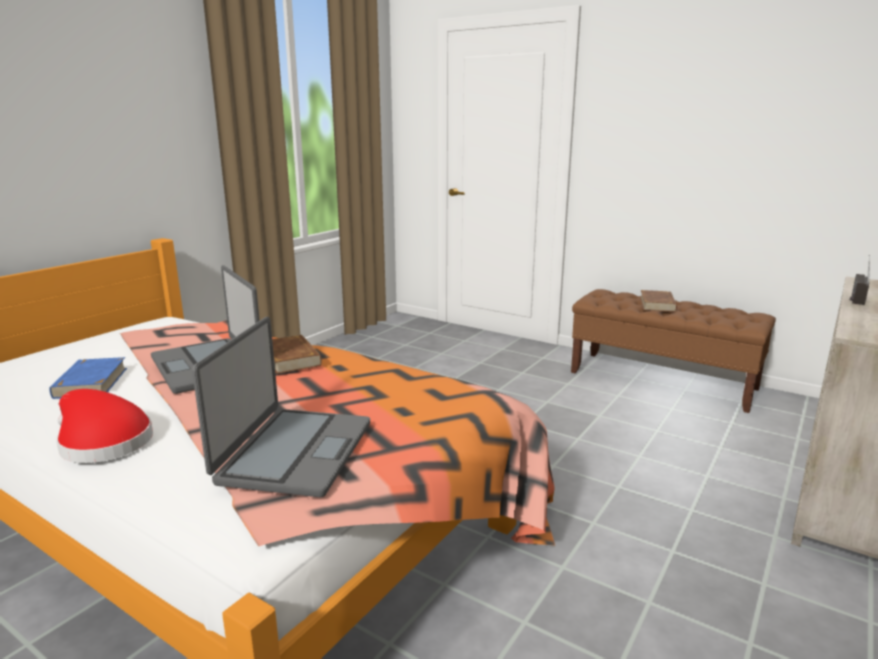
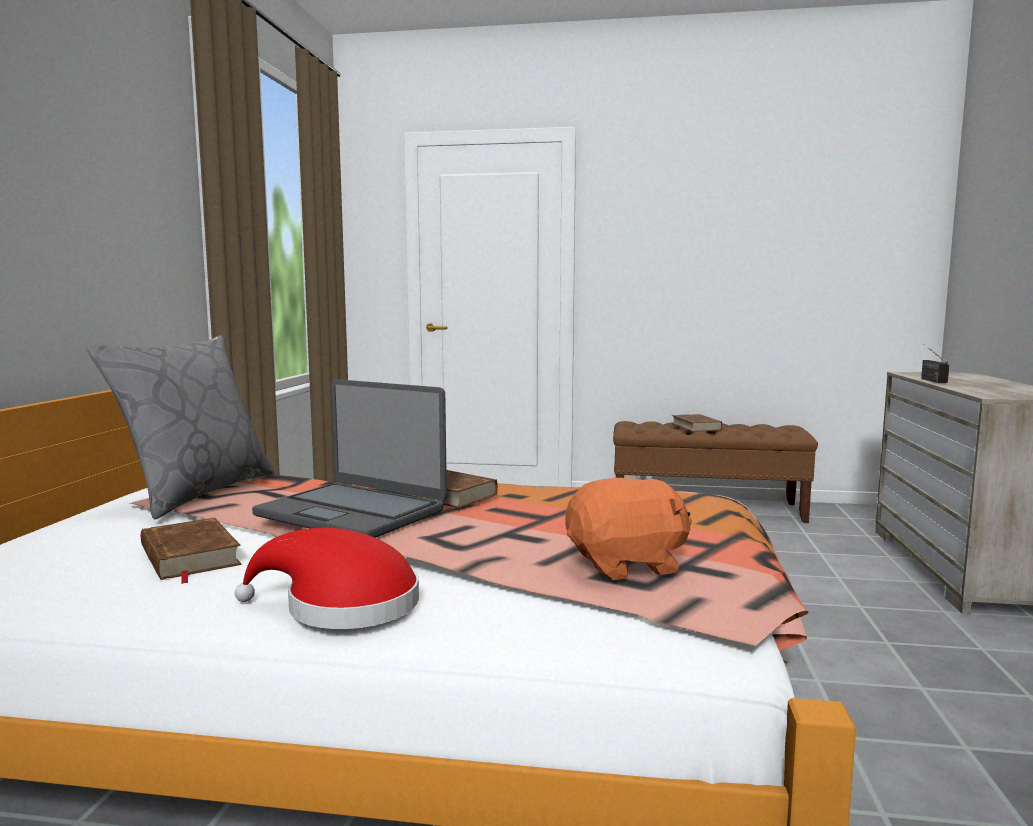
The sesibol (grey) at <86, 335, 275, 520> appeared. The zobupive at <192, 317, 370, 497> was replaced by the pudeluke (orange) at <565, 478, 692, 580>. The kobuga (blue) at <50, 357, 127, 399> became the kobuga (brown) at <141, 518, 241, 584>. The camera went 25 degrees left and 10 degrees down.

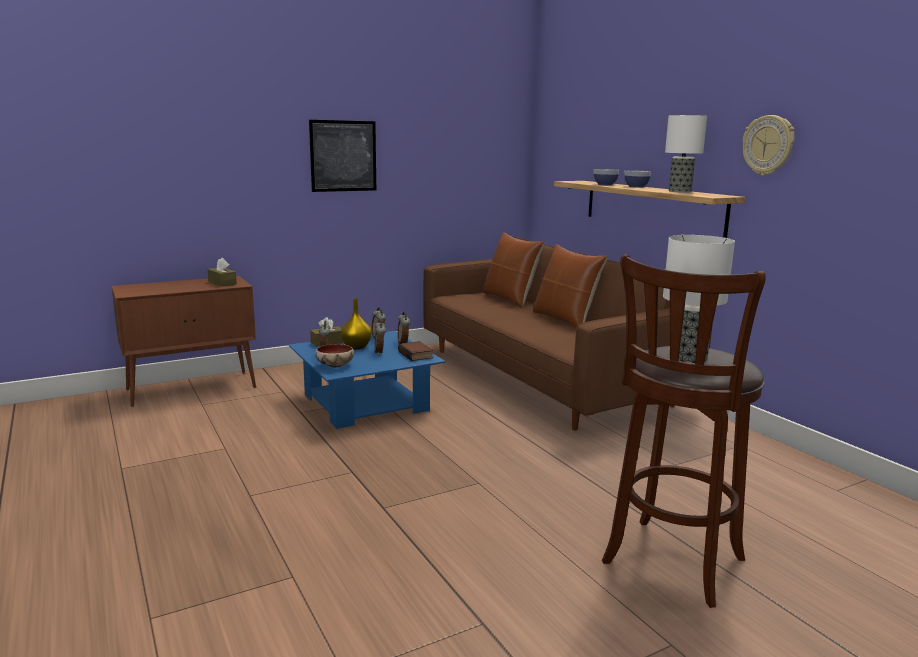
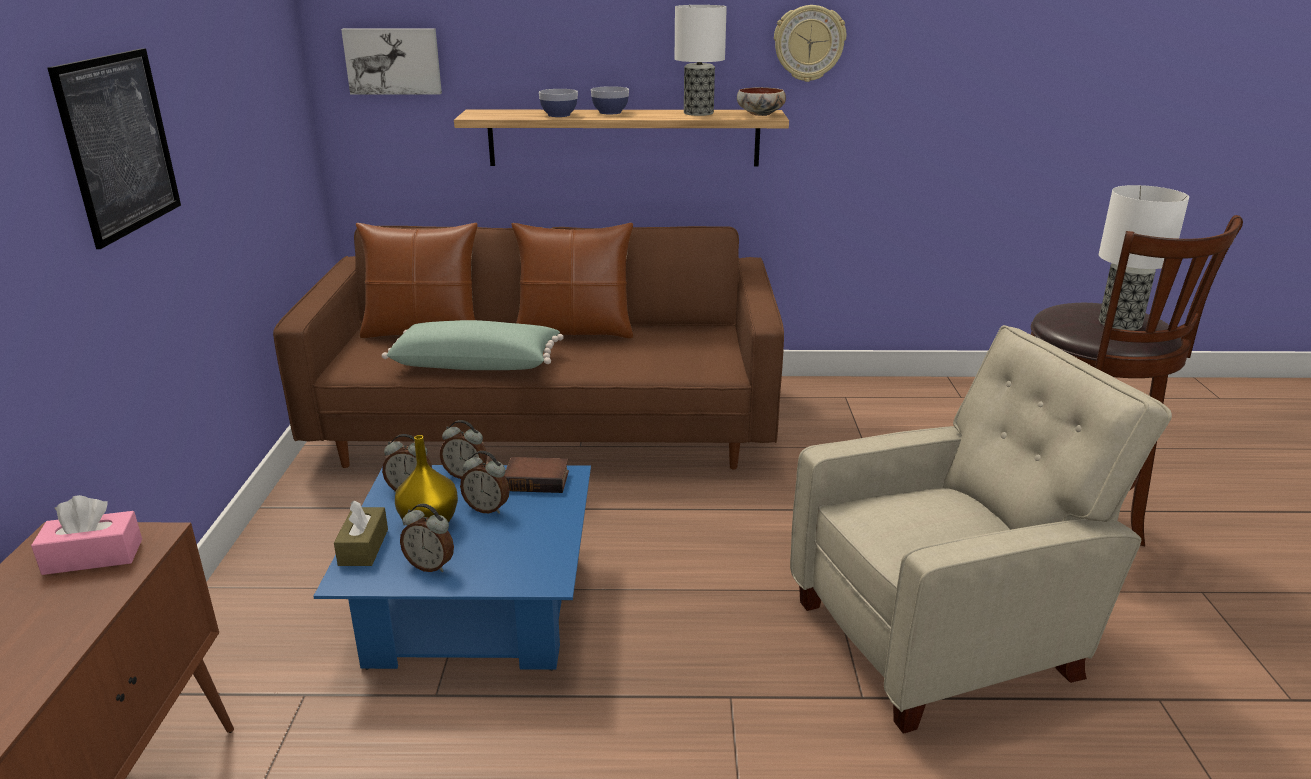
The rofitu at <341, 28, 442, 95> appeared. The sesibol (green) at <382, 320, 564, 370> appeared. The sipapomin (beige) at <790, 325, 1172, 734> appeared. The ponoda moved from <315, 344, 354, 368> to <737, 87, 786, 116>. The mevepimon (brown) at <207, 258, 237, 287> became the mevepimon (pink) at <31, 495, 142, 575>. The camera went 60 degrees left and 10 degrees up.

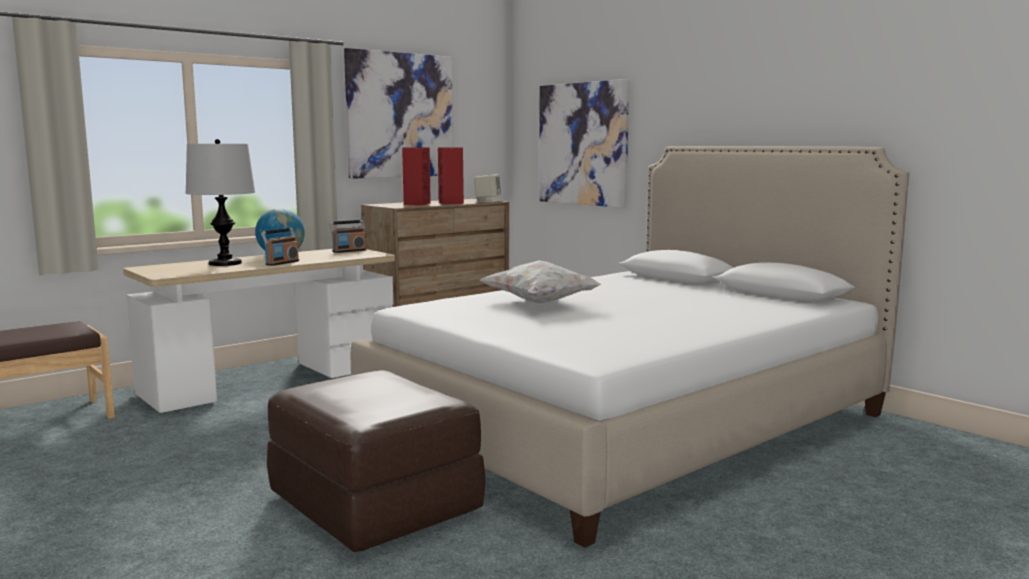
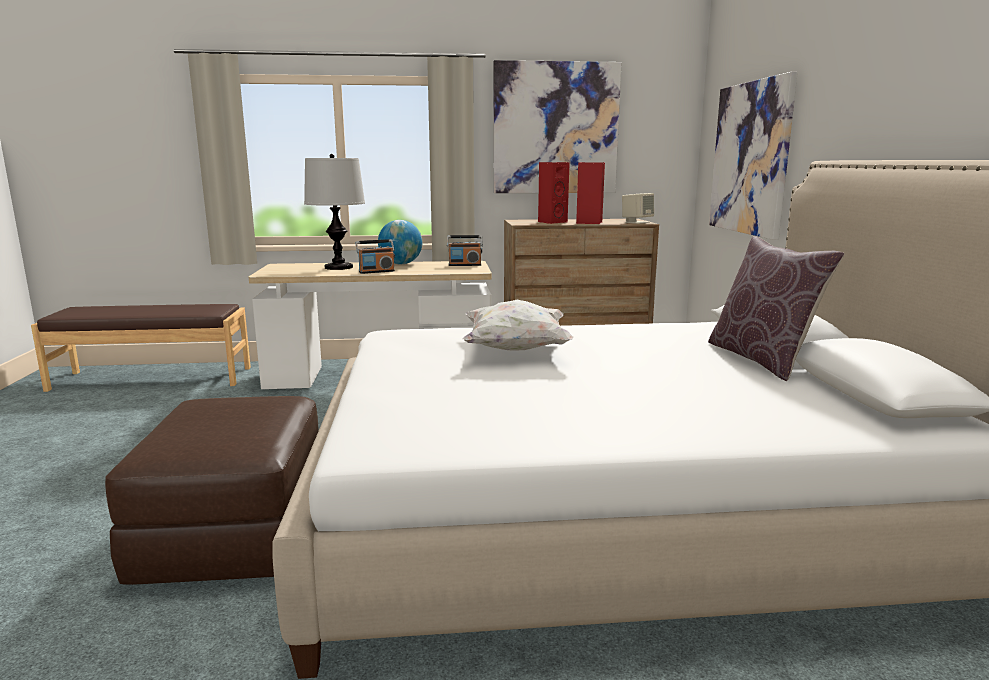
The sesibol (brown) at <708, 236, 845, 381> appeared. The camera went 35 degrees right and 5 degrees up.

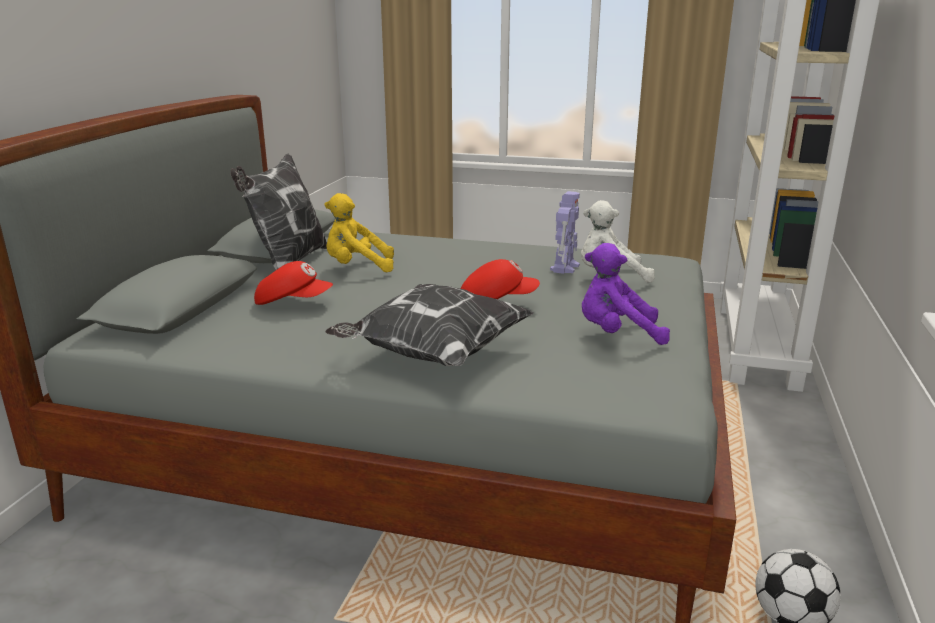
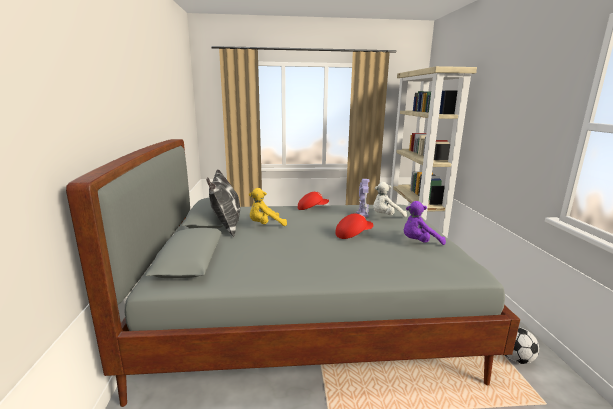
The sesibol at <325, 284, 534, 366> disappeared. The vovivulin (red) moved from <254, 261, 333, 305> to <298, 192, 329, 210>. The camera went 20 degrees left and 5 degrees down.

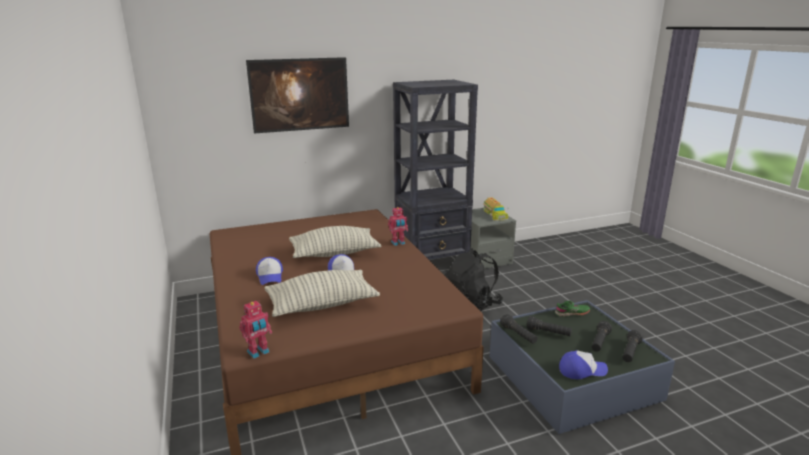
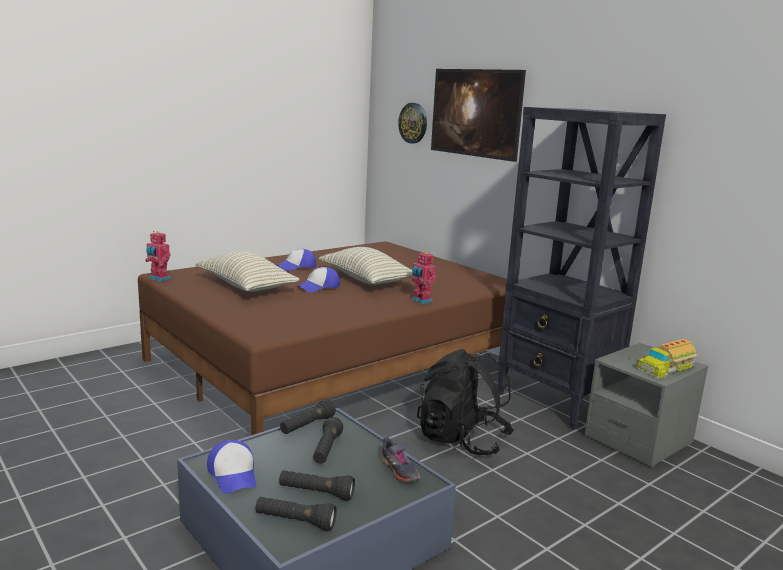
The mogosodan at <398, 103, 427, 144> appeared. The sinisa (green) at <555, 301, 590, 317> became the sinisa (grey) at <381, 437, 420, 482>. The camera went 70 degrees right and 5 degrees down.

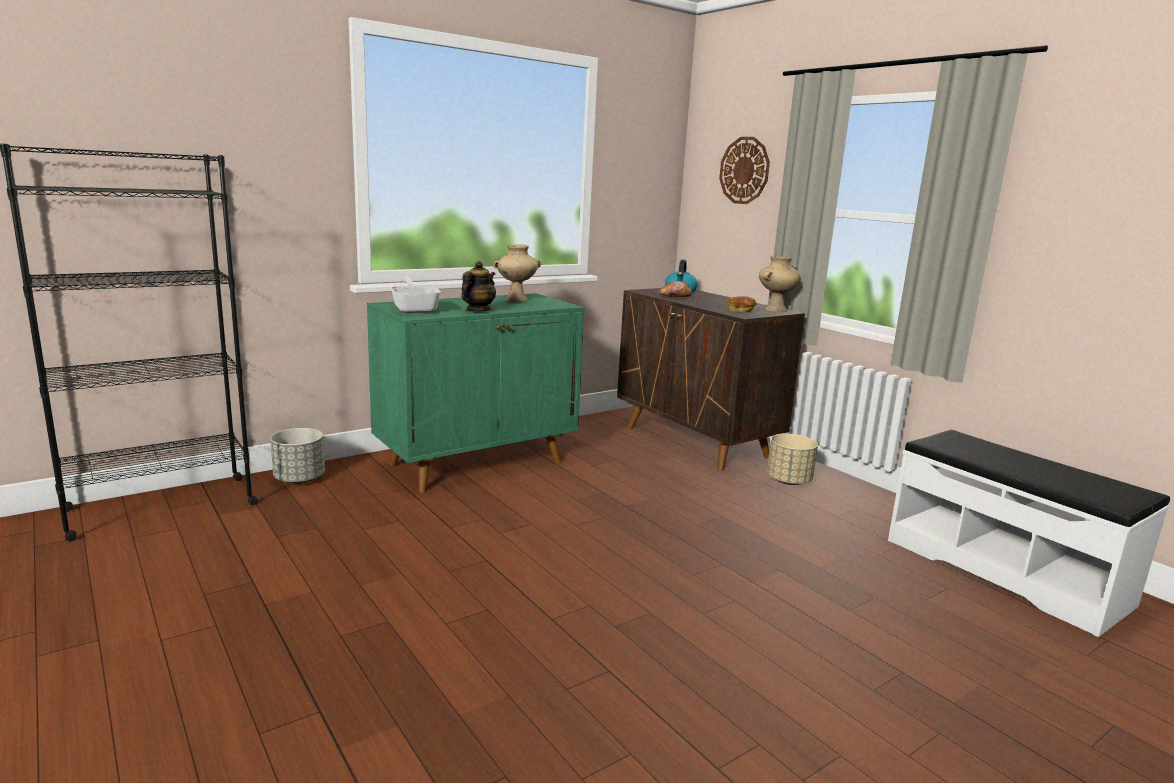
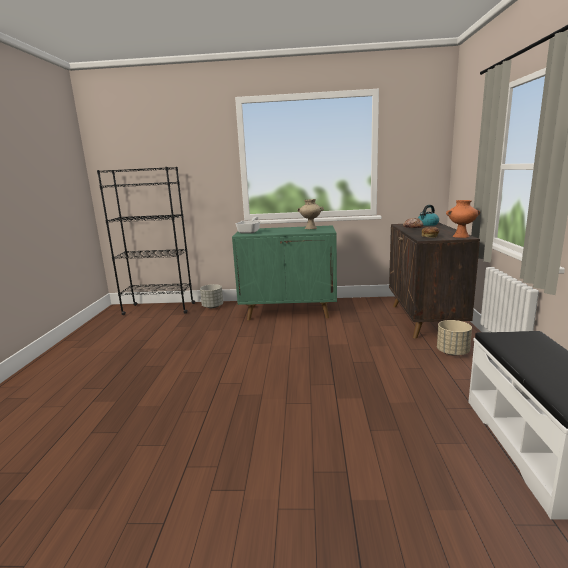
The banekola at <461, 261, 496, 312> disappeared. The mogosodan at <719, 137, 770, 204> disappeared. The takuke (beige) at <759, 256, 800, 312> became the takuke (orange) at <446, 200, 480, 238>. The camera went 40 degrees right and 0 degrees up.

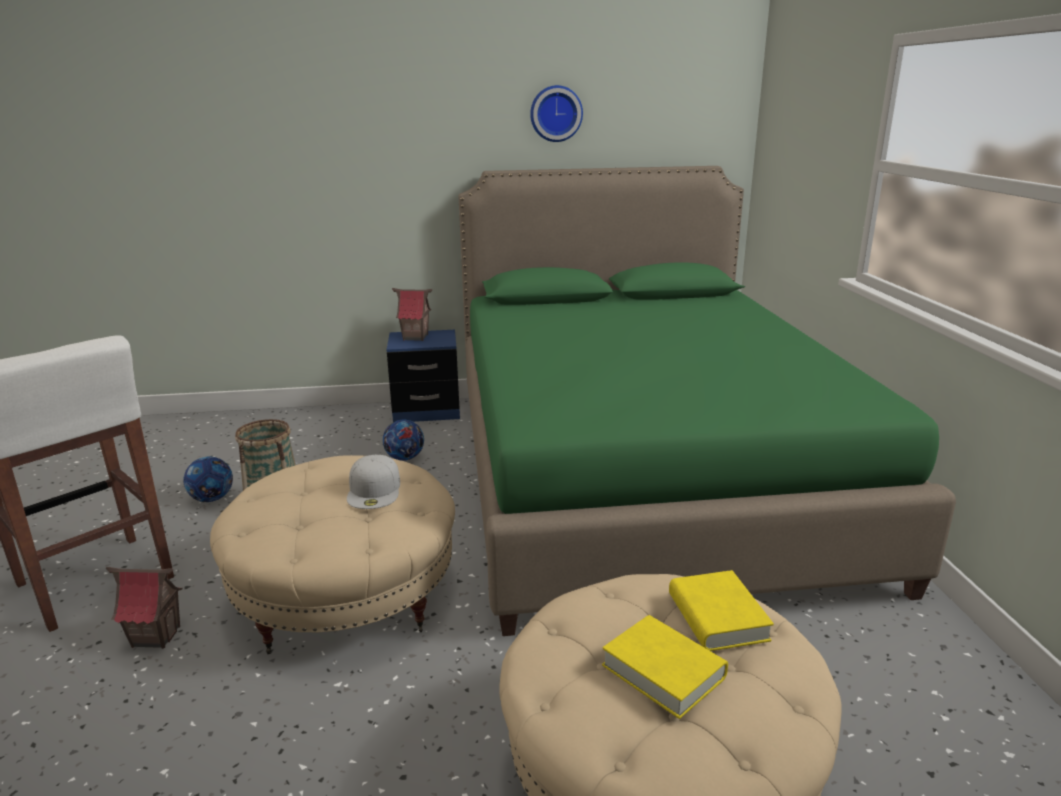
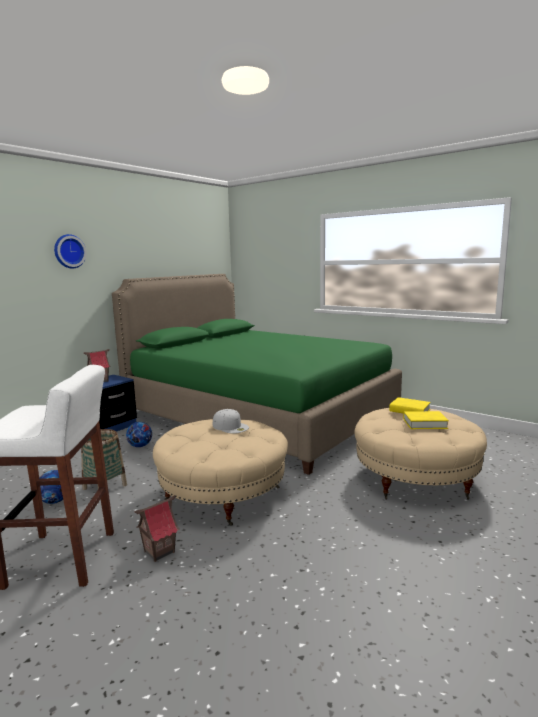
The mogosodan moved from <530, 85, 583, 142> to <54, 234, 87, 269>. The camera went 45 degrees left and 10 degrees down.

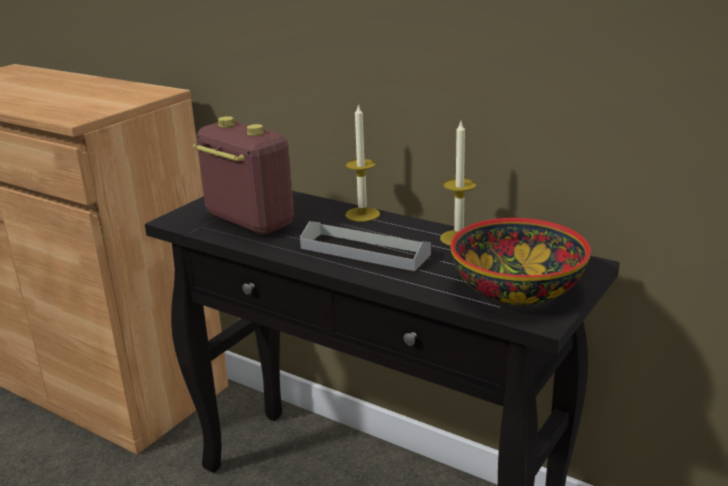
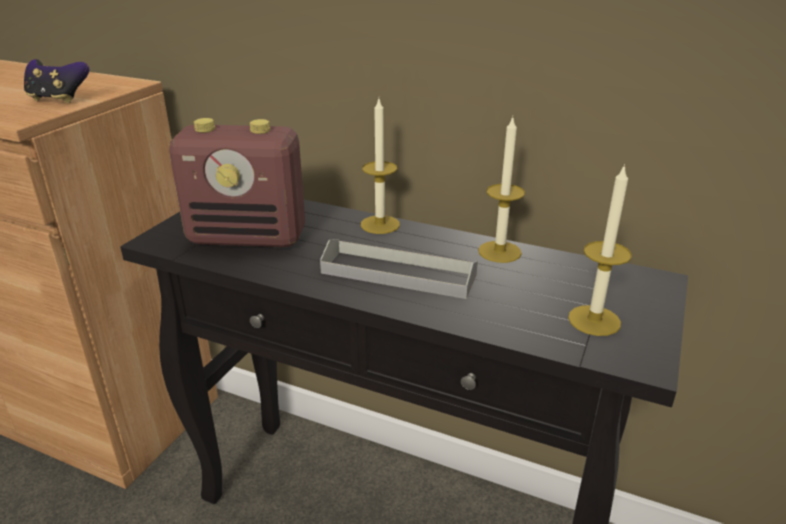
The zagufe at <24, 59, 89, 104> appeared. The ponoda at <450, 218, 591, 306> was replaced by the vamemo at <568, 164, 632, 336>. The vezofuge at <193, 116, 294, 234> turned 150 degrees clockwise. The camera went 10 degrees left and 5 degrees up.

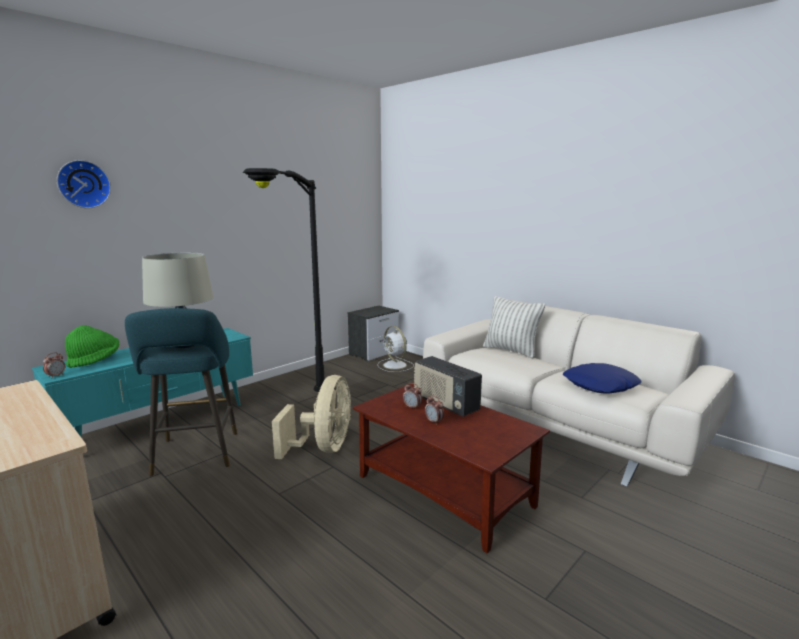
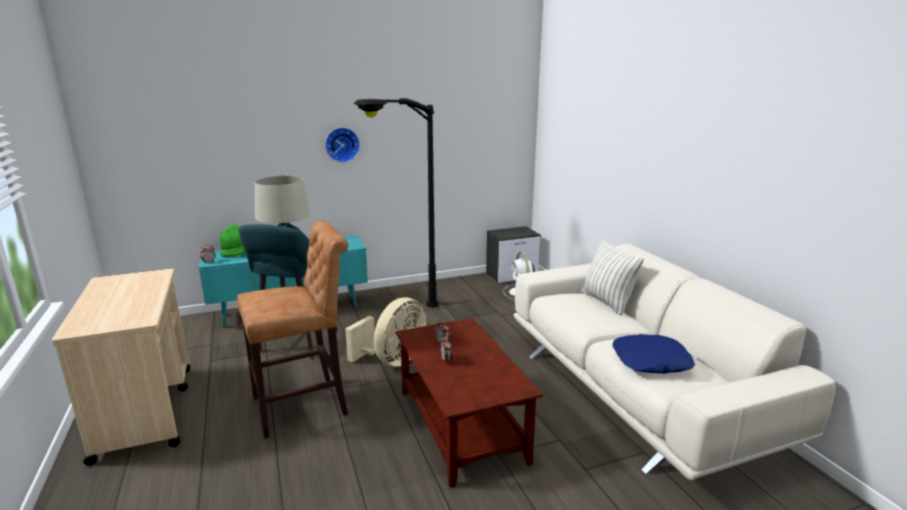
The vezofuge at <414, 356, 482, 417> disappeared. The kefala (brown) at <237, 220, 348, 438> appeared. The mogosodan moved from <57, 160, 111, 208> to <325, 127, 360, 163>. The camera went 25 degrees right and 5 degrees up.

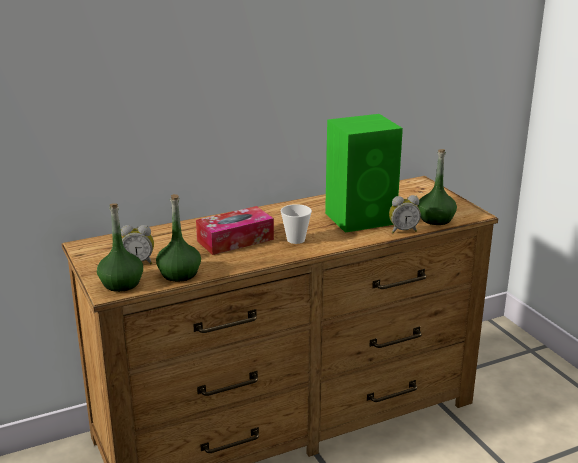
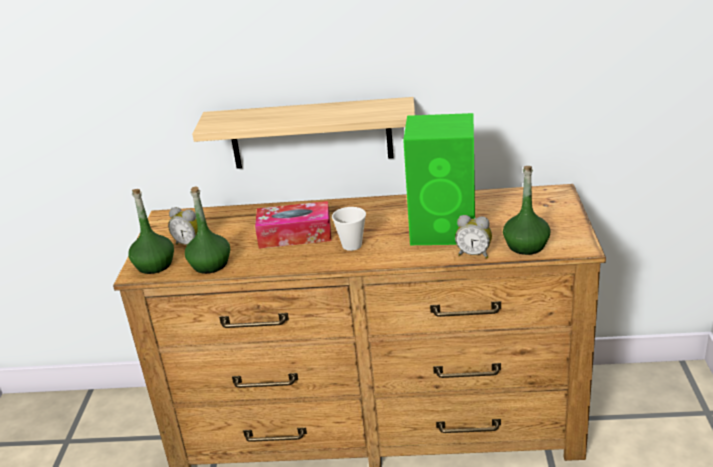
The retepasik at <192, 97, 415, 169> appeared. The camera went 30 degrees right and 5 degrees up.

